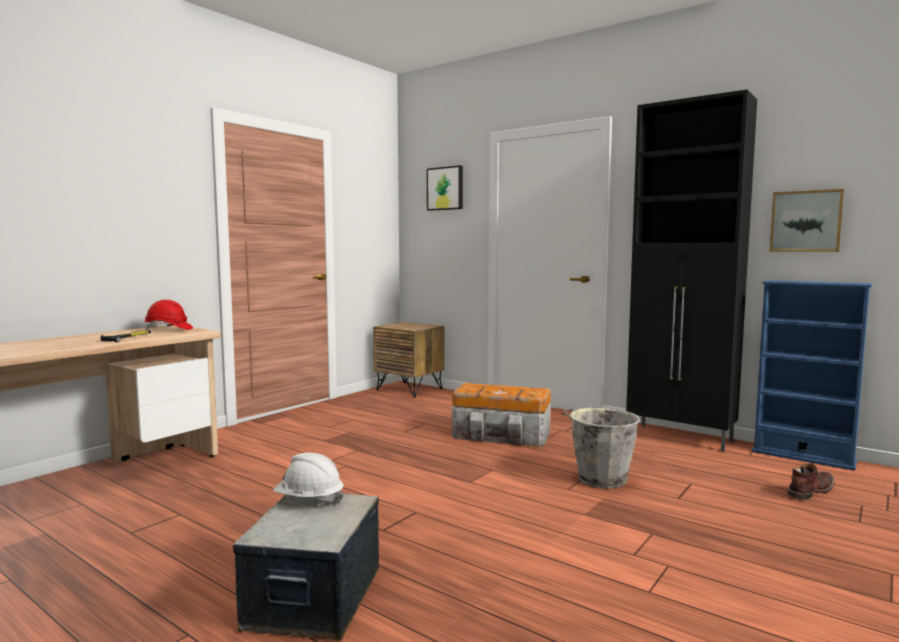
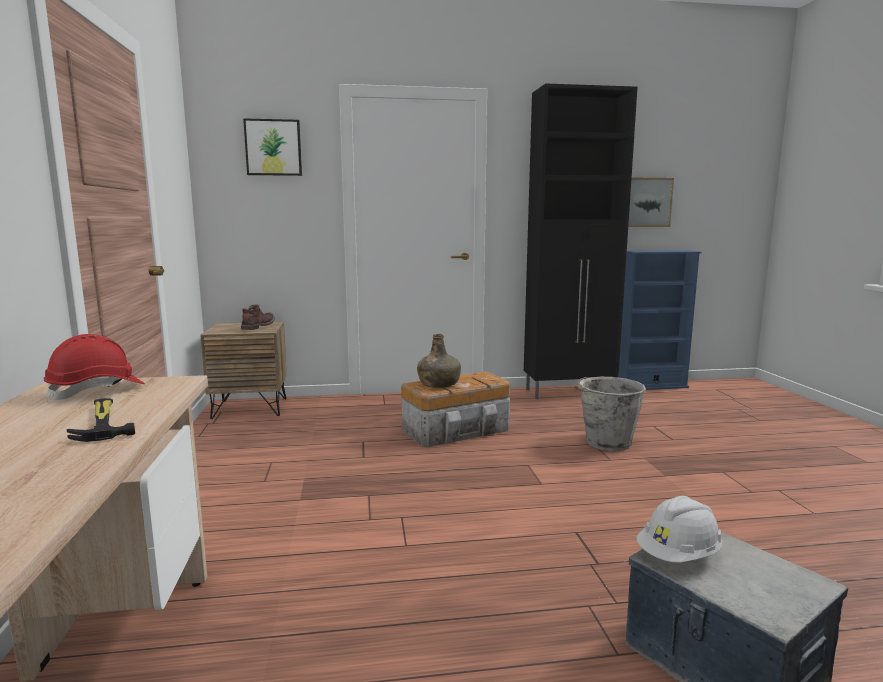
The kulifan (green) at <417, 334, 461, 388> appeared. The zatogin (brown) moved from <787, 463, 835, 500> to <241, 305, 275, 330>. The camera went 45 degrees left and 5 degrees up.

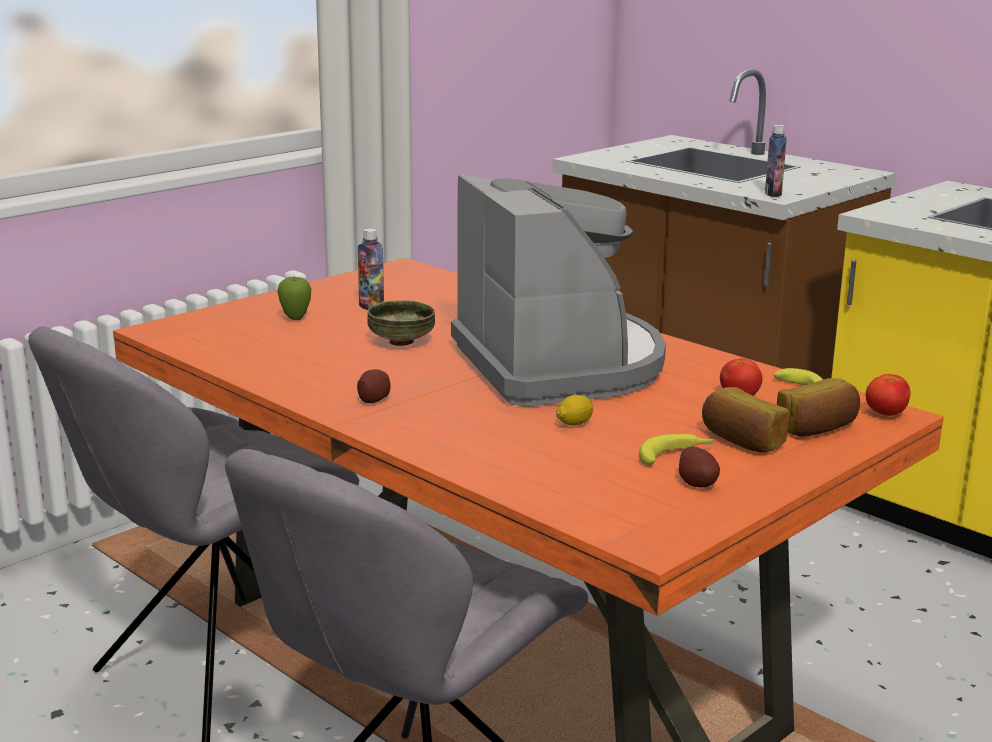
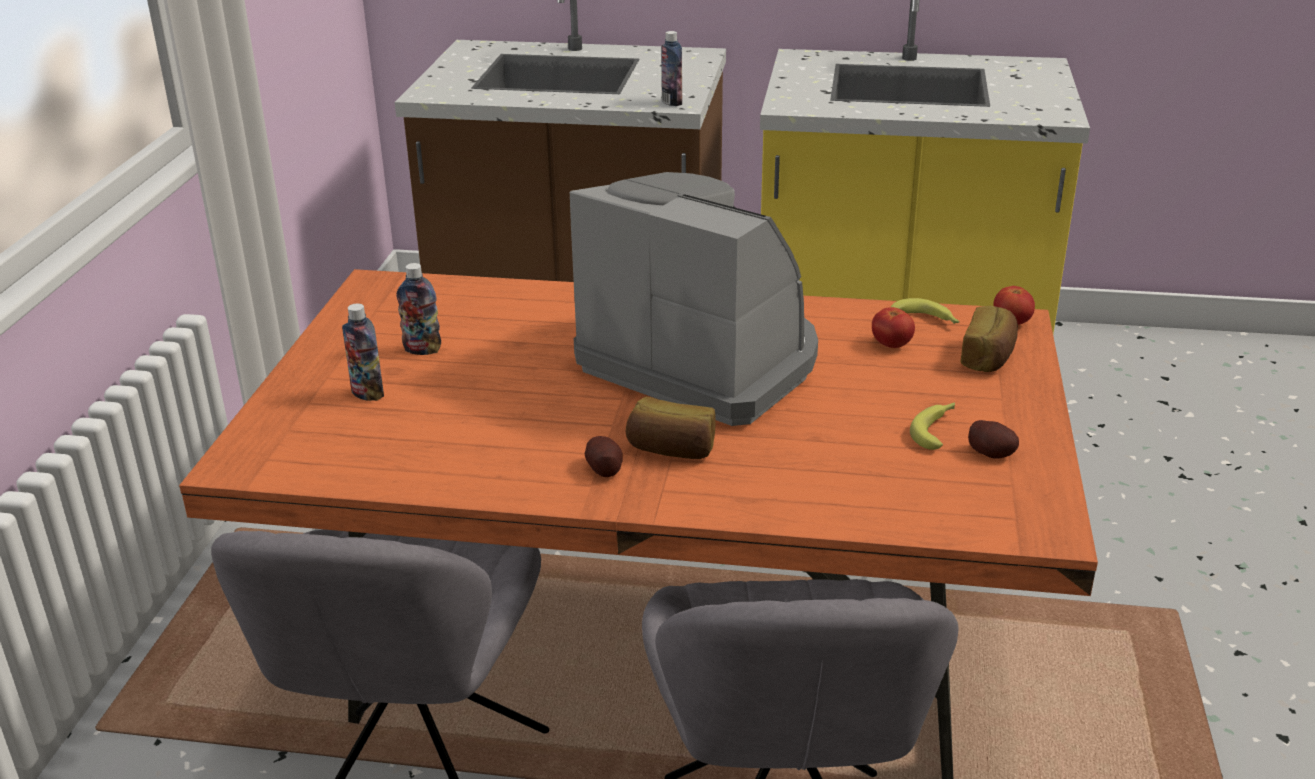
The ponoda at <367, 300, 435, 346> disappeared. The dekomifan at <556, 395, 593, 426> disappeared. The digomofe moved from <702, 387, 790, 453> to <626, 397, 716, 459>. The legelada at <277, 276, 311, 320> was replaced by the kulifan at <342, 303, 384, 401>. The camera went 35 degrees left and 10 degrees up.

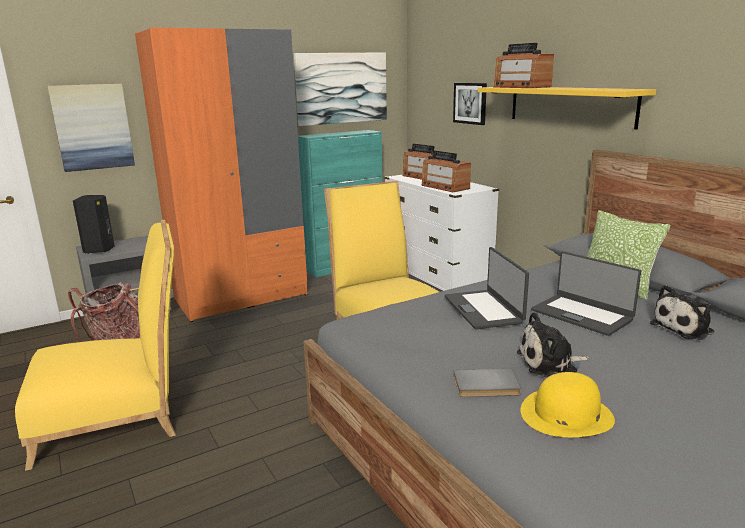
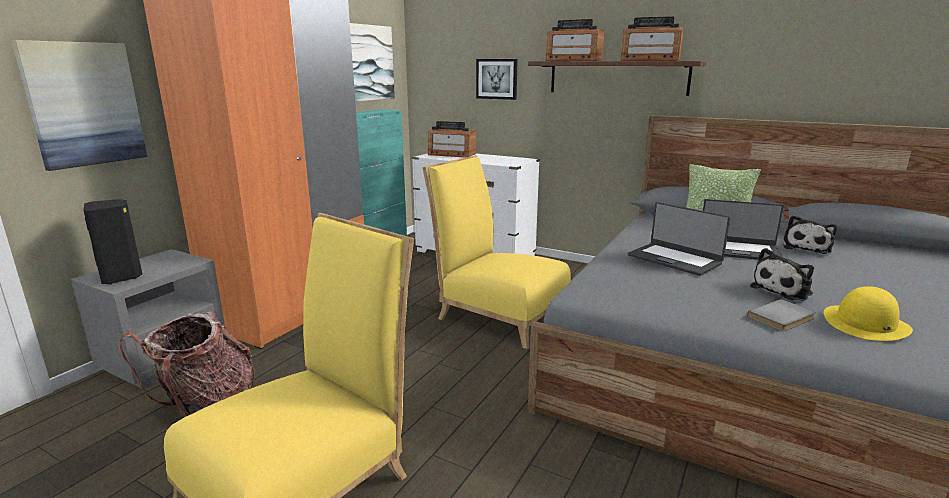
The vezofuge moved from <421, 150, 471, 192> to <620, 16, 684, 61>. The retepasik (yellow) at <478, 87, 656, 129> became the retepasik (brown) at <528, 61, 707, 96>. The camera went 30 degrees left and 0 degrees up.

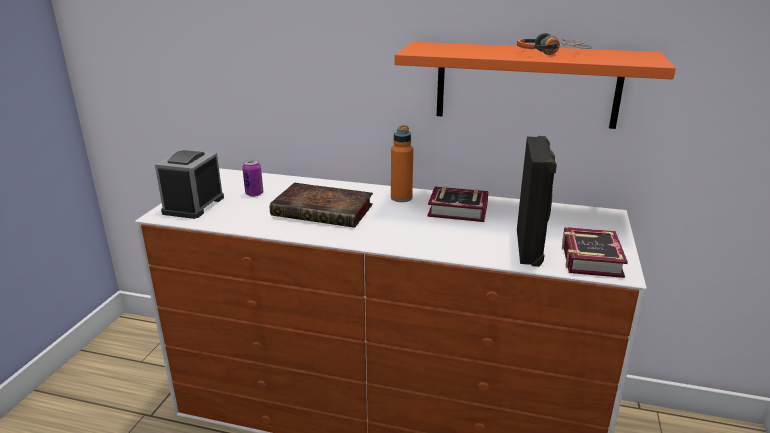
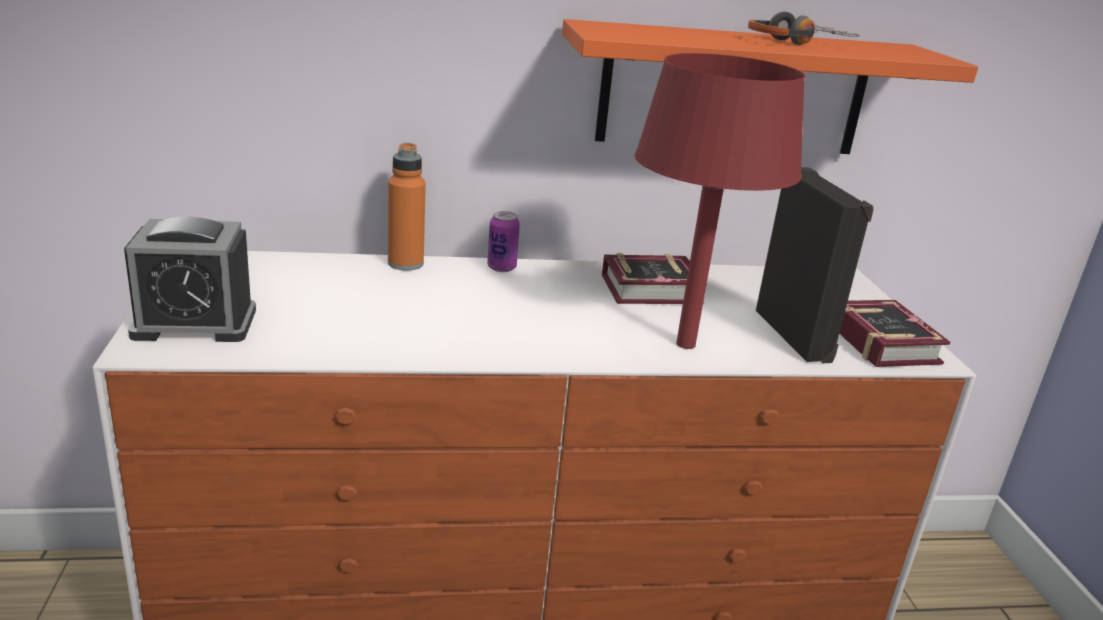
The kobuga at <270, 183, 373, 228> disappeared. The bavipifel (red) at <635, 53, 805, 349> appeared. The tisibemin moved from <242, 160, 263, 197> to <487, 211, 520, 272>. The kulifan (orange) moved from <391, 125, 413, 202> to <388, 143, 426, 270>. The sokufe at <155, 150, 224, 219> turned 90 degrees counterclockwise. The camera went 25 degrees left and 0 degrees up.

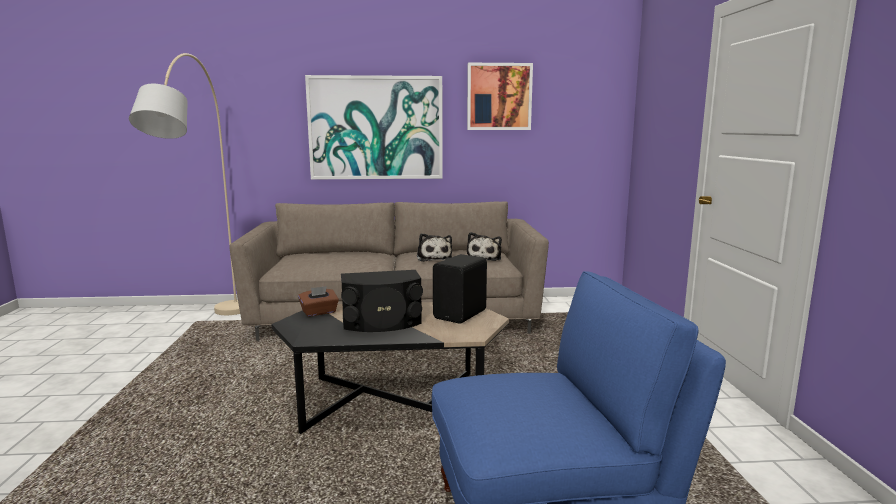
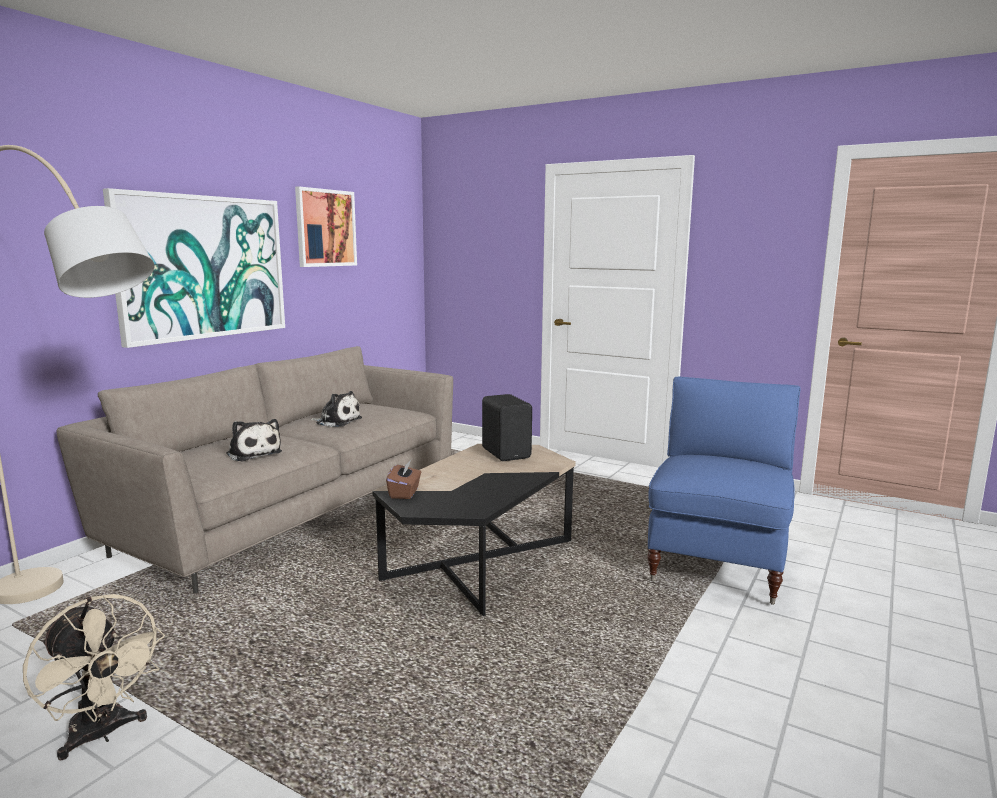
The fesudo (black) at <341, 270, 423, 332> disappeared. The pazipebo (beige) at <23, 594, 165, 761> appeared. The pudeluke moved from <467, 232, 502, 261> to <226, 419, 282, 462>. The camera went 55 degrees left and 0 degrees up.

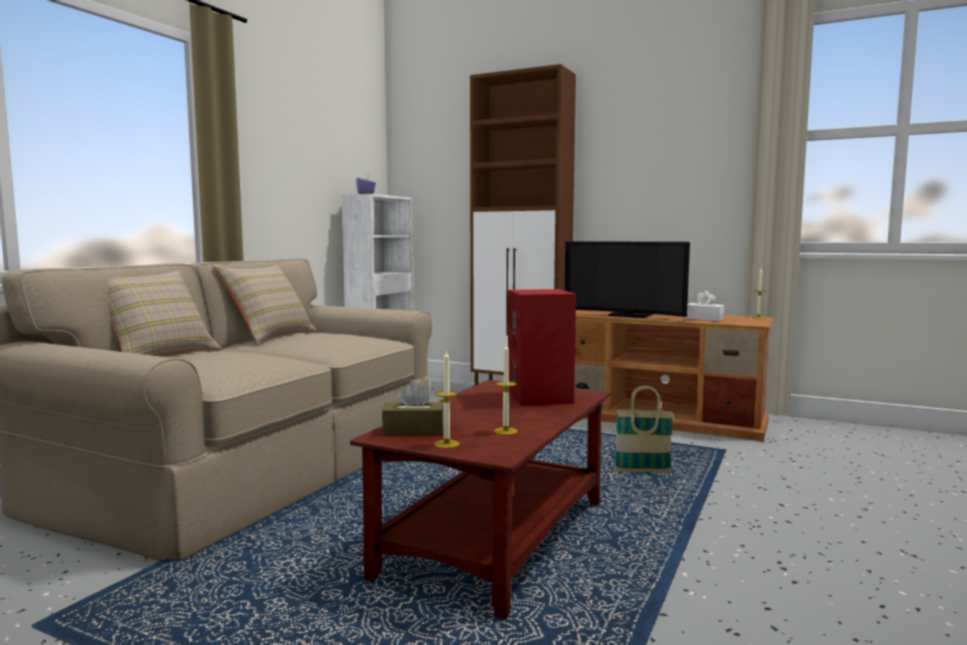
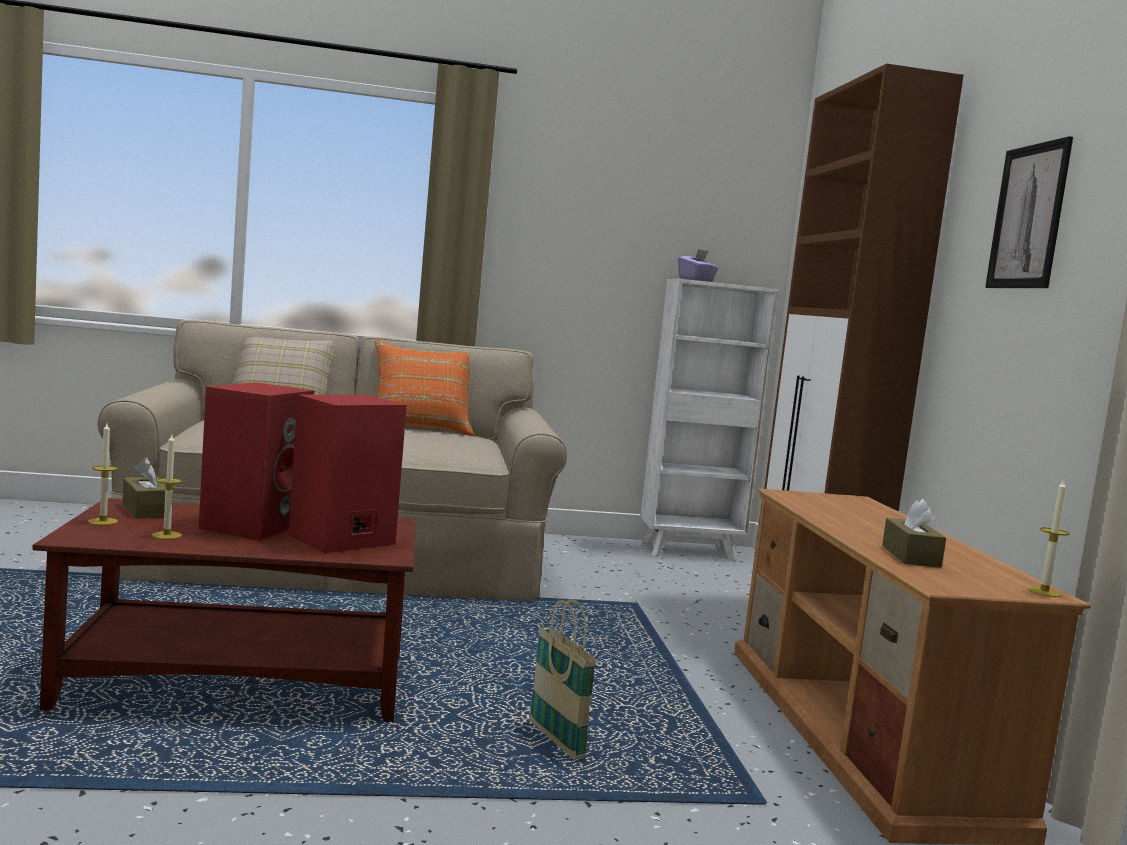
The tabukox at <565, 241, 690, 318> disappeared. The fesudo (red) at <199, 382, 315, 541> appeared. The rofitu at <985, 136, 1073, 288> appeared. The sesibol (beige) at <212, 264, 317, 342> became the sesibol (orange) at <375, 340, 474, 436>. The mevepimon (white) at <685, 291, 724, 321> became the mevepimon (brown) at <882, 499, 946, 568>. The camera went 55 degrees right and 0 degrees up.

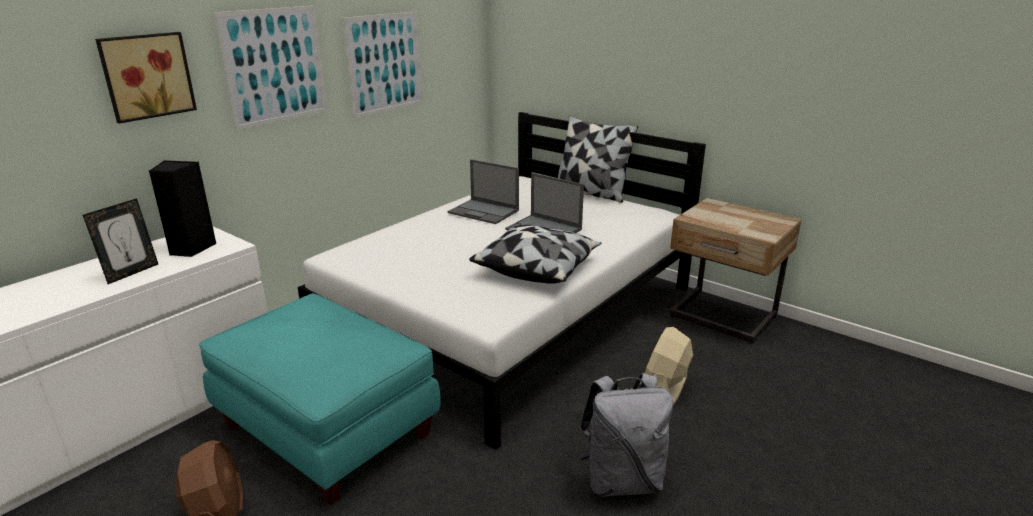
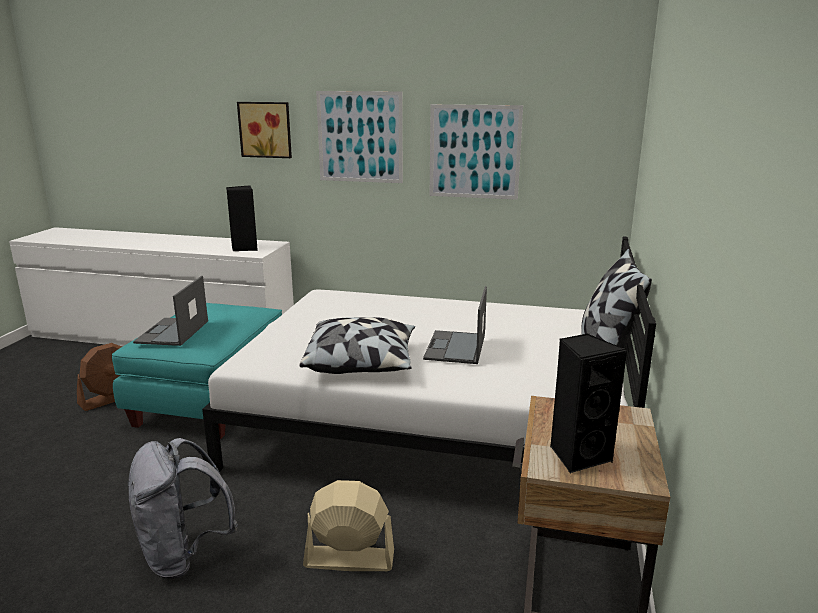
The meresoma at <83, 198, 158, 284> disappeared. The fesudo (black) at <550, 334, 627, 473> appeared. The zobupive moved from <448, 159, 519, 224> to <133, 276, 208, 346>. The camera went 65 degrees right and 5 degrees down.

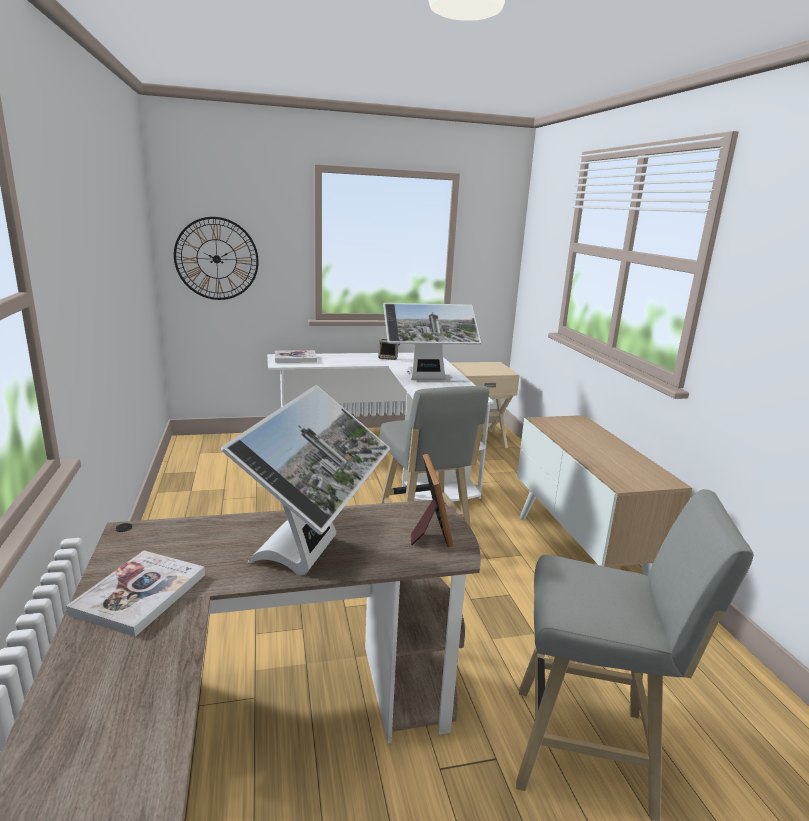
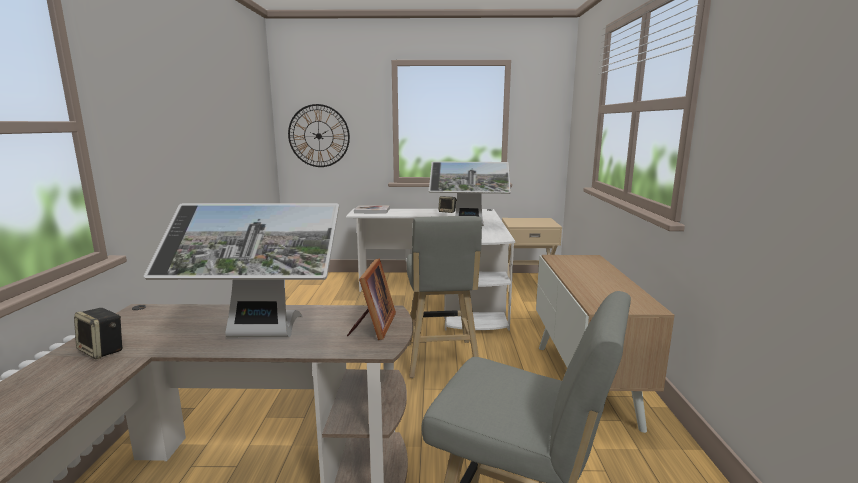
The kobuga at <66, 551, 205, 637> was replaced by the fesudo at <74, 308, 123, 359>. The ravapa at <221, 385, 390, 575> turned 60 degrees clockwise. The camera went 15 degrees right and 5 degrees down.

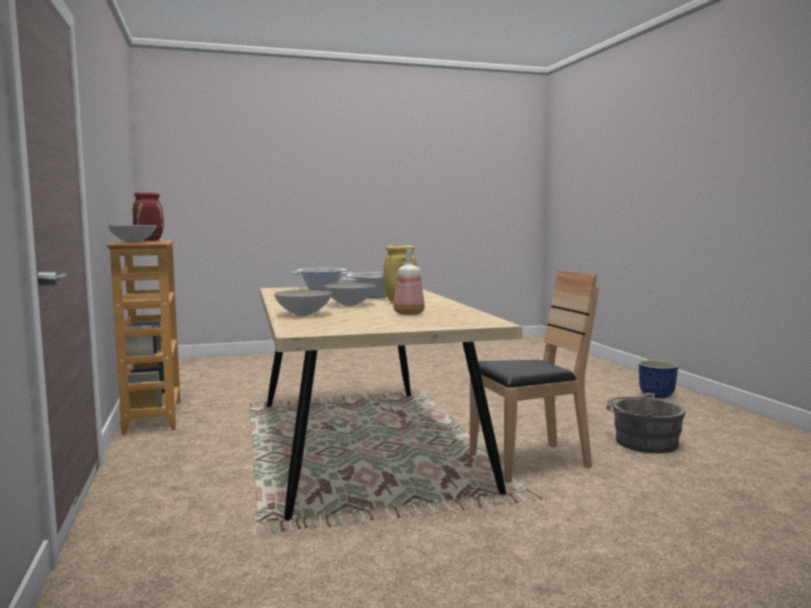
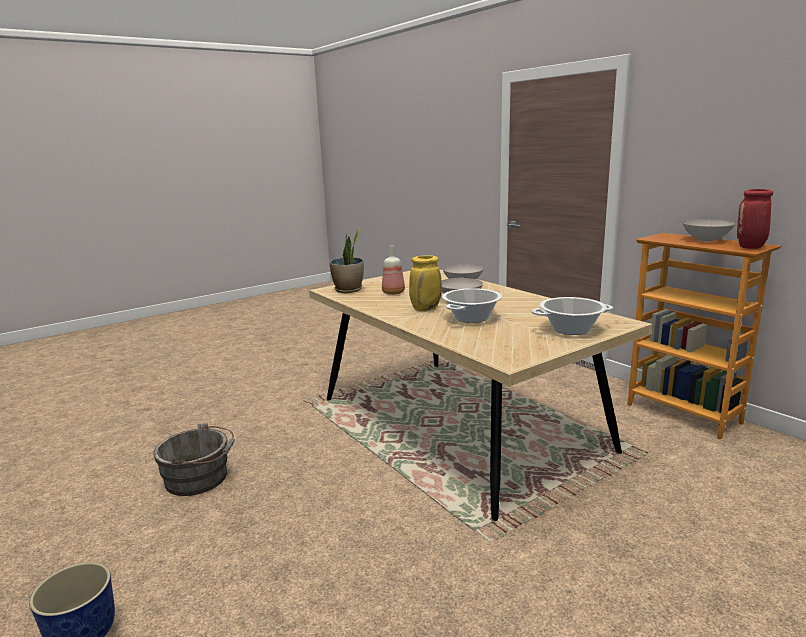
The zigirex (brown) at <470, 270, 599, 483> disappeared. The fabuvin at <329, 227, 364, 293> appeared. The camera went 160 degrees right and 10 degrees up.

